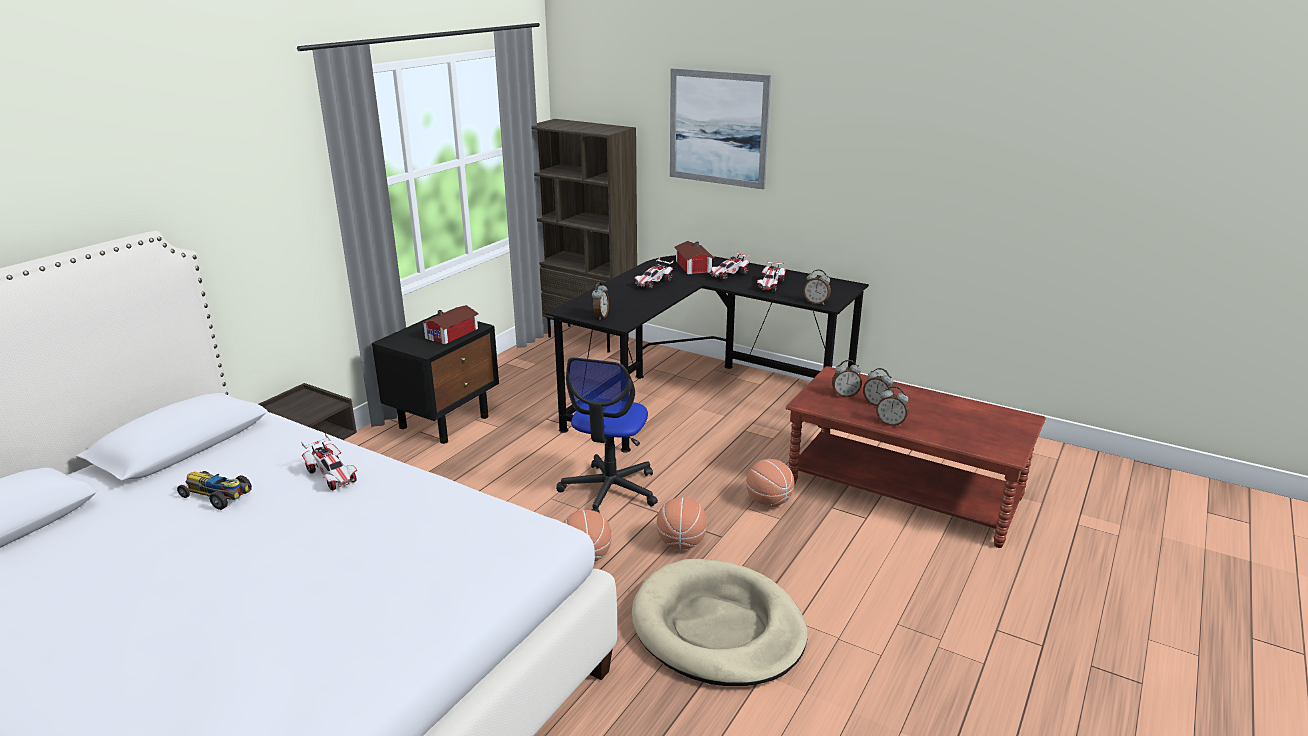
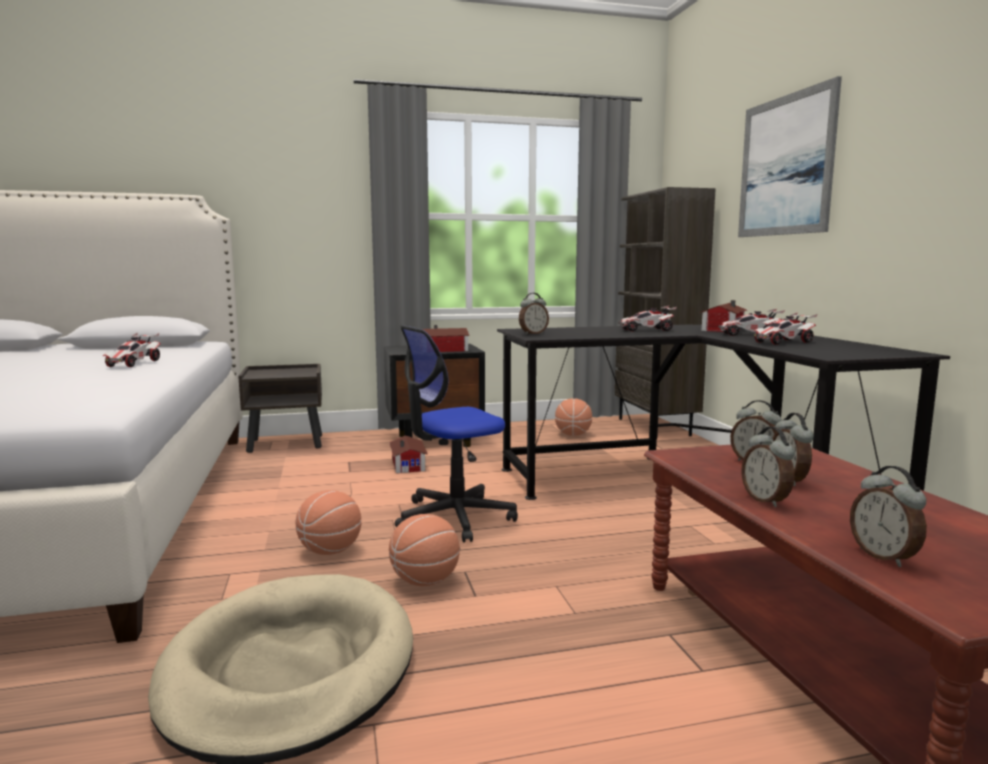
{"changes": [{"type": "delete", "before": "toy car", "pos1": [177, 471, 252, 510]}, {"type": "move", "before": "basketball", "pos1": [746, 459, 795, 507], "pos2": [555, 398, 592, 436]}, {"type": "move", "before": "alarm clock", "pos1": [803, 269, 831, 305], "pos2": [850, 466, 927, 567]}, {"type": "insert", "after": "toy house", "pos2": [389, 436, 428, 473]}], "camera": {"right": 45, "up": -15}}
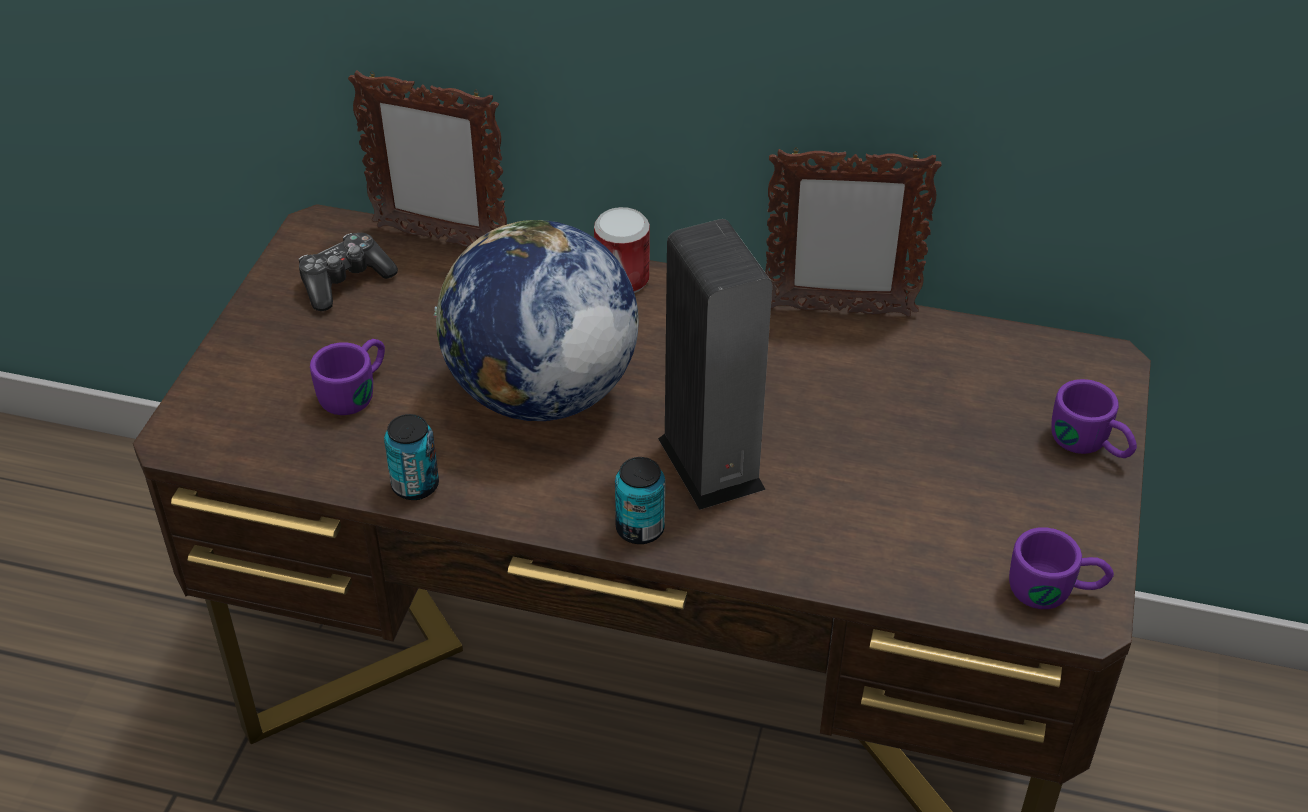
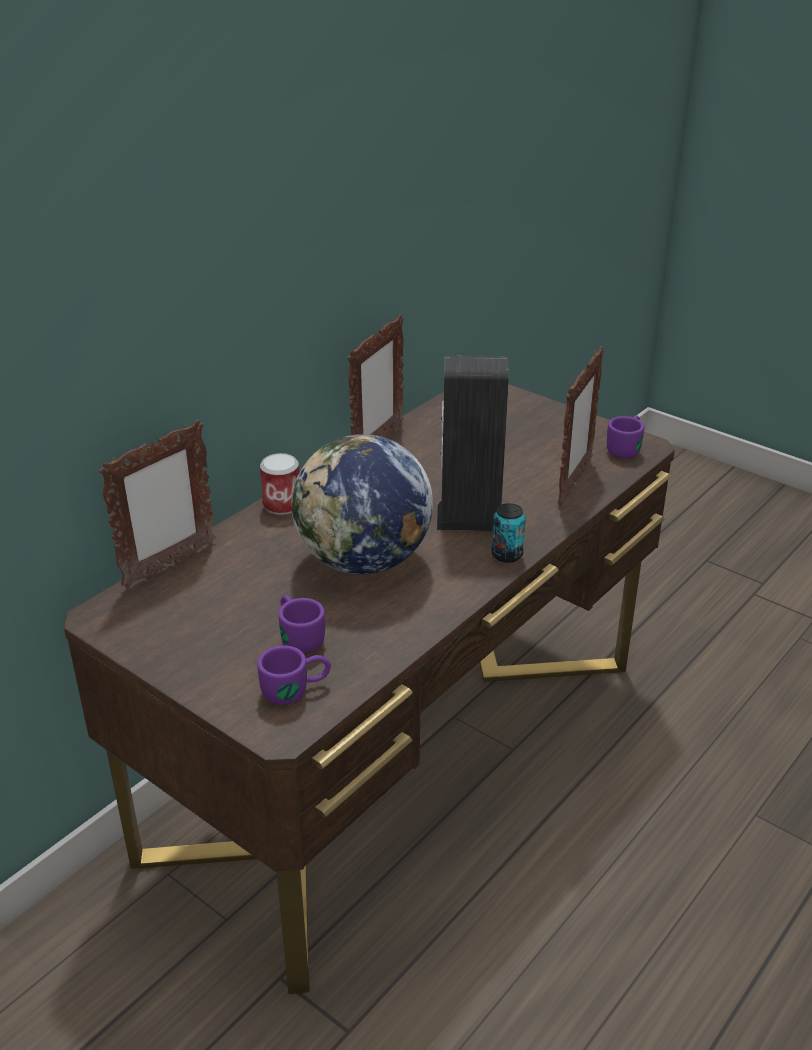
{"changes": [{"type": "delete", "before": "game controller", "pos1": [299, 233, 398, 311]}, {"type": "delete", "before": "can", "pos1": [384, 414, 439, 500]}, {"type": "move", "before": "mug/purple", "pos1": [1052, 379, 1137, 458], "pos2": [257, 645, 331, 705]}, {"type": "insert", "after": "picture frame", "pos2": [558, 346, 604, 506]}], "camera": {"right": -65, "up": -10}}
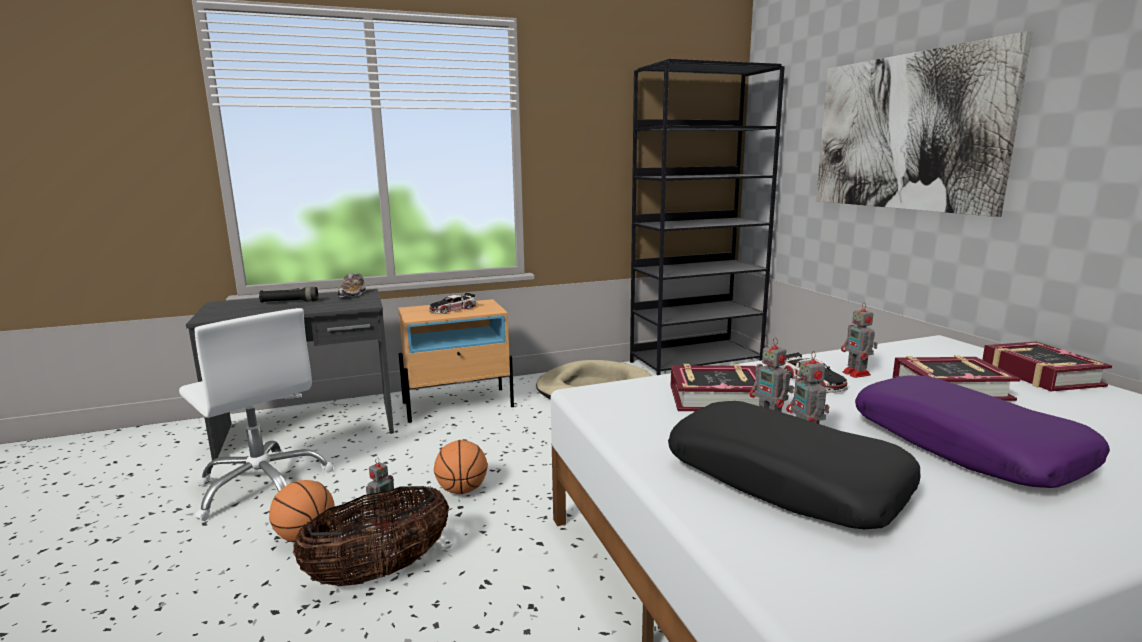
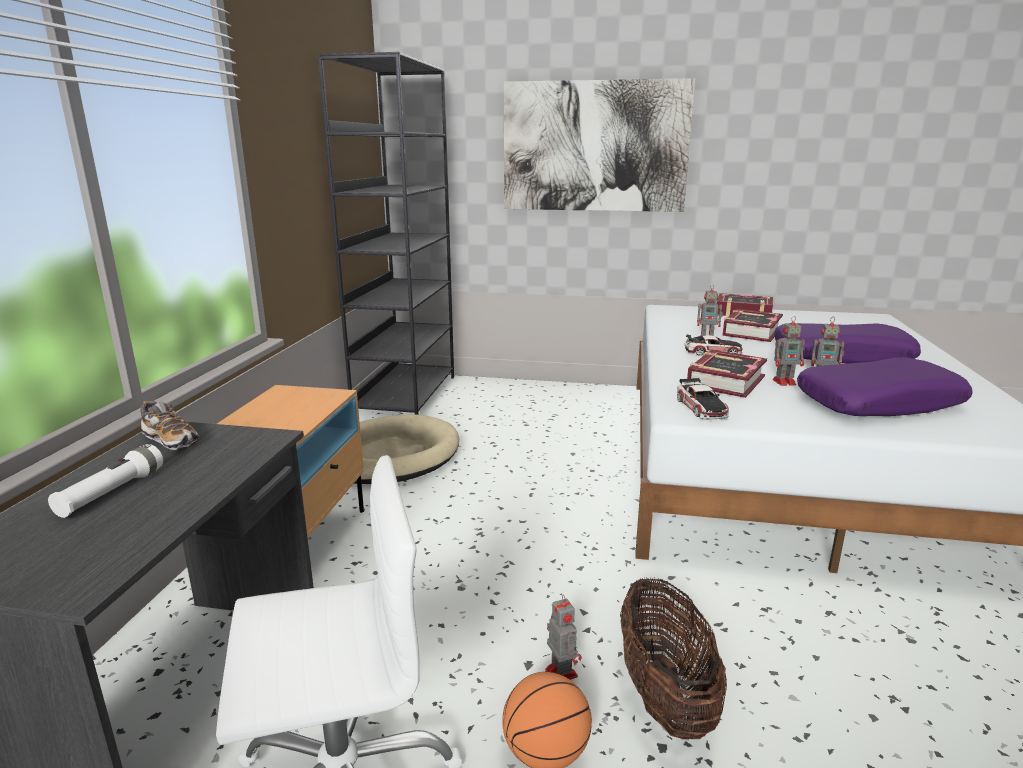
{"changes": [{"type": "recolor", "before": "flashlight/black", "after": "flashlight/white", "pos1": [259, 287, 318, 303], "pos2": [48, 444, 163, 518]}, {"type": "move", "before": "toy car", "pos1": [429, 293, 476, 314], "pos2": [677, 378, 729, 420]}, {"type": "delete", "before": "basketball", "pos1": [434, 440, 488, 494]}, {"type": "recolor", "before": "pillow/black", "after": "pillow/purple", "pos1": [668, 401, 920, 529], "pos2": [797, 357, 972, 416]}], "camera": {"right": -60, "up": 5}}
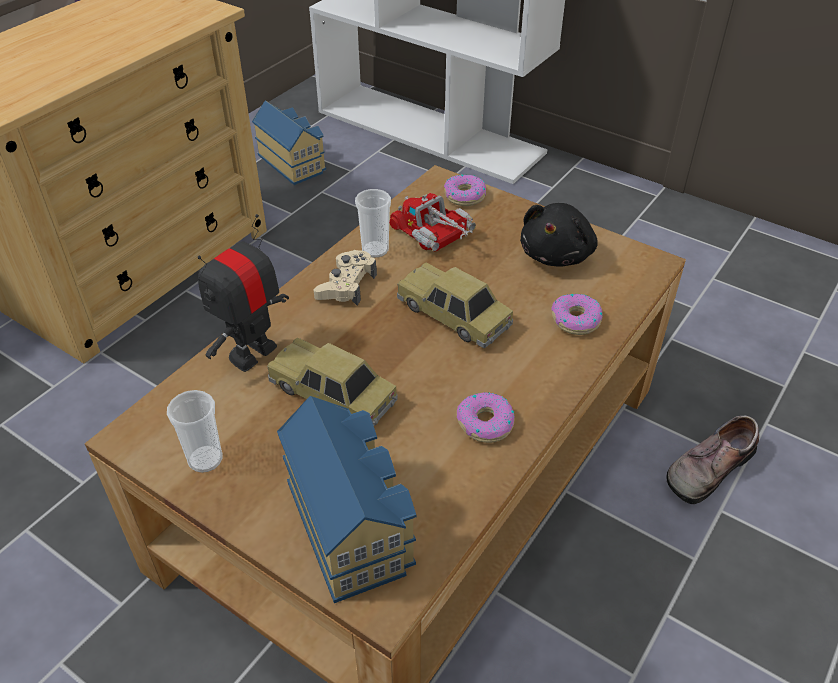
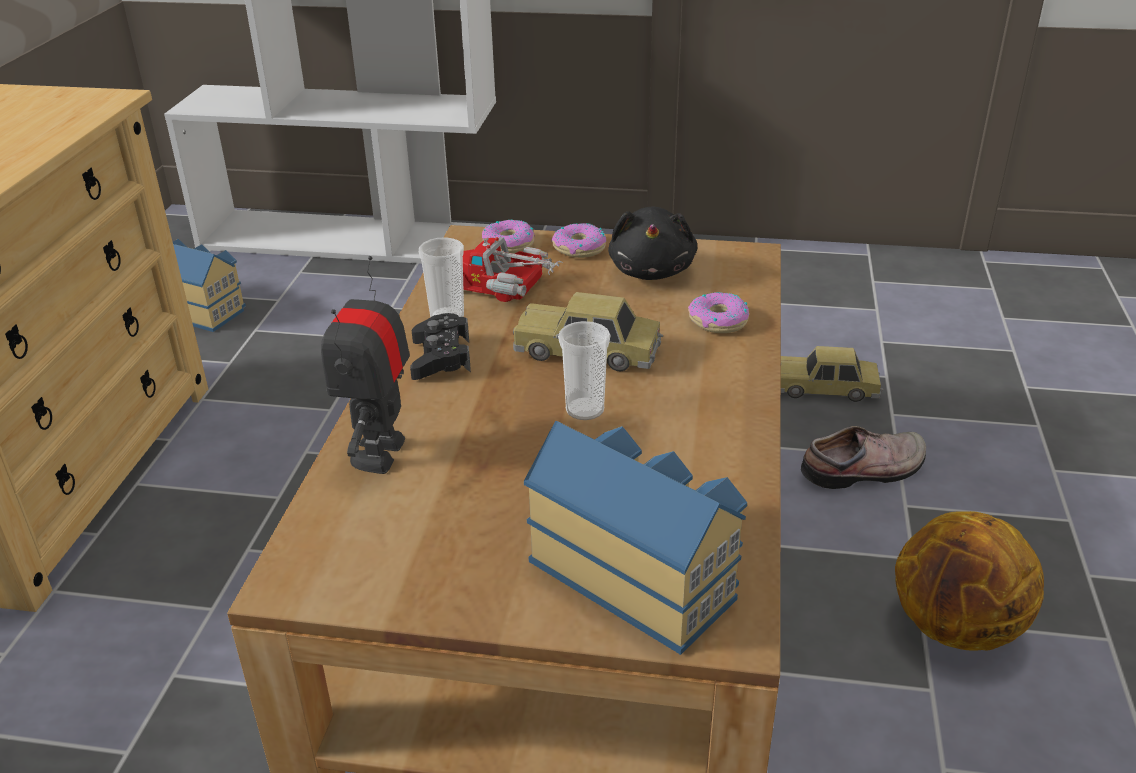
{"changes": [{"type": "move", "before": "cup", "pos1": [167, 390, 223, 473], "pos2": [558, 321, 611, 420]}, {"type": "move", "before": "toy car", "pos1": [267, 338, 398, 425], "pos2": [781, 346, 883, 402]}, {"type": "recolor", "before": "game controller/beige", "after": "game controller/black", "pos1": [314, 250, 377, 306], "pos2": [410, 313, 471, 380]}, {"type": "move", "before": "donut", "pos1": [457, 392, 515, 443], "pos2": [551, 223, 606, 258]}, {"type": "rotate", "before": "shoe", "pos1": [666, 416, 759, 504], "pos2": [801, 426, 926, 489], "turn": -135}, {"type": "insert", "after": "basketball", "pos2": [895, 511, 1044, 651]}], "camera": {"right": -25, "up": -10}}
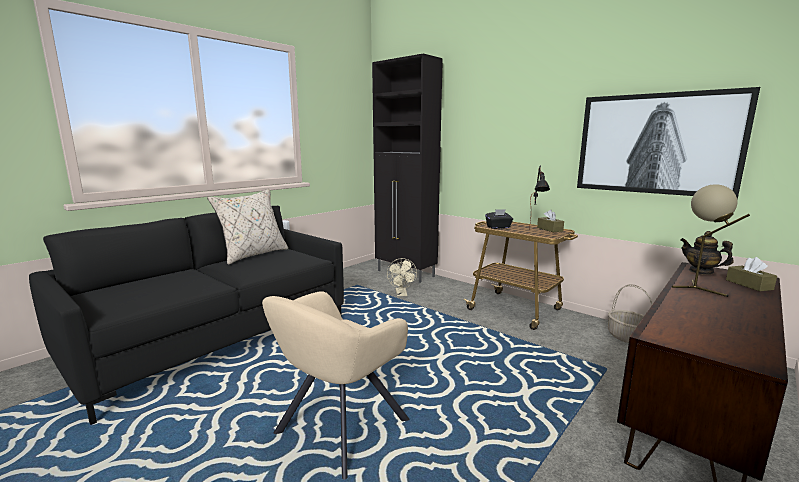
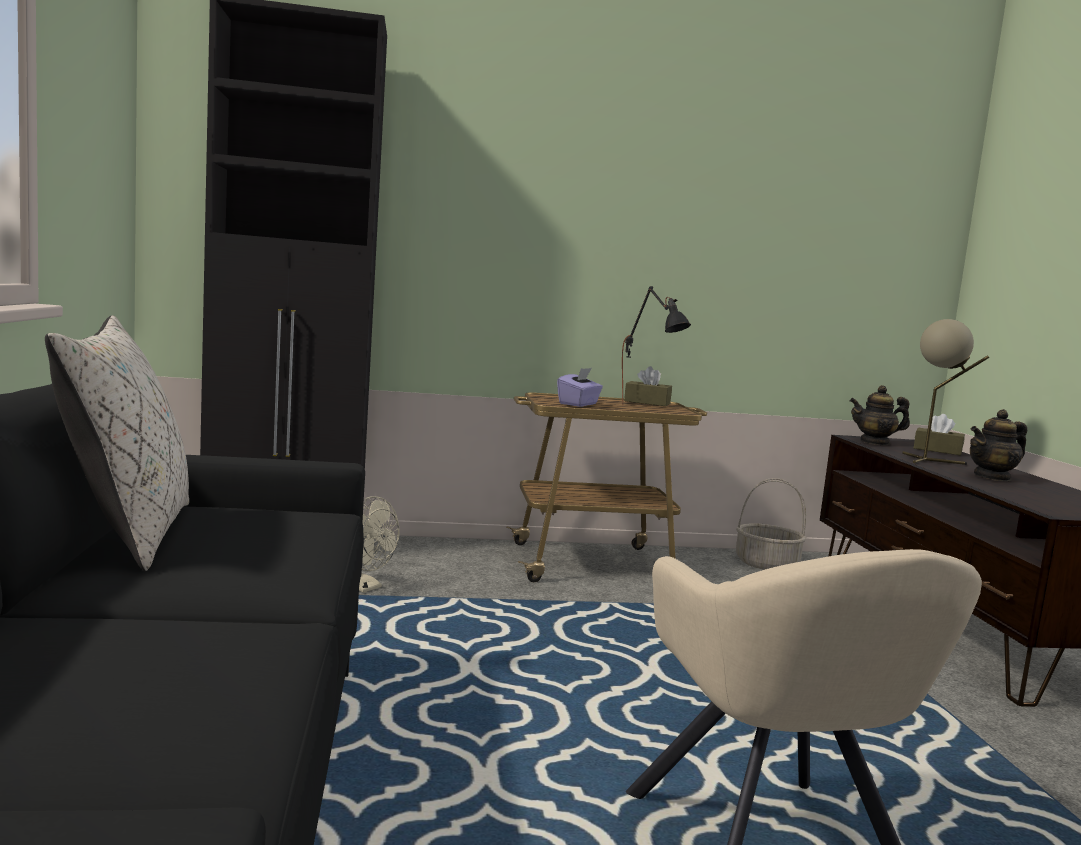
{"changes": [{"type": "recolor", "before": "tissue box/black", "after": "tissue box/purple", "pos1": [485, 209, 513, 229], "pos2": [557, 368, 603, 407]}, {"type": "delete", "before": "picture", "pos1": [577, 87, 760, 199]}, {"type": "insert", "after": "teapot", "pos2": [970, 409, 1027, 481]}], "camera": {"right": -50, "up": -5}}
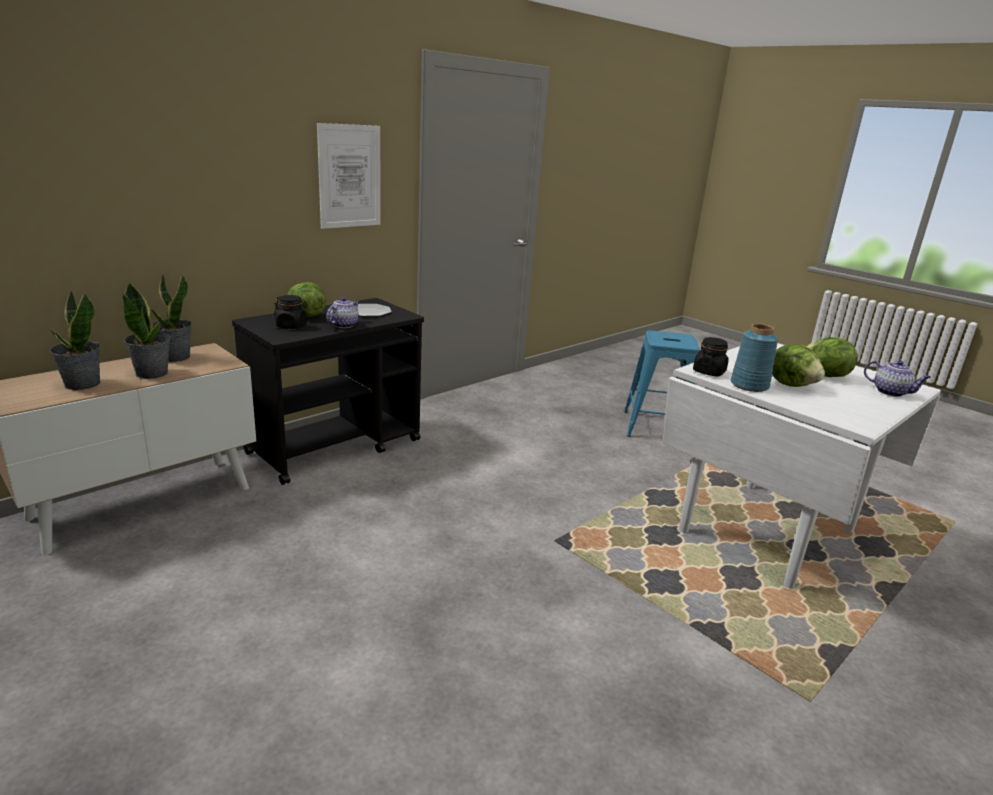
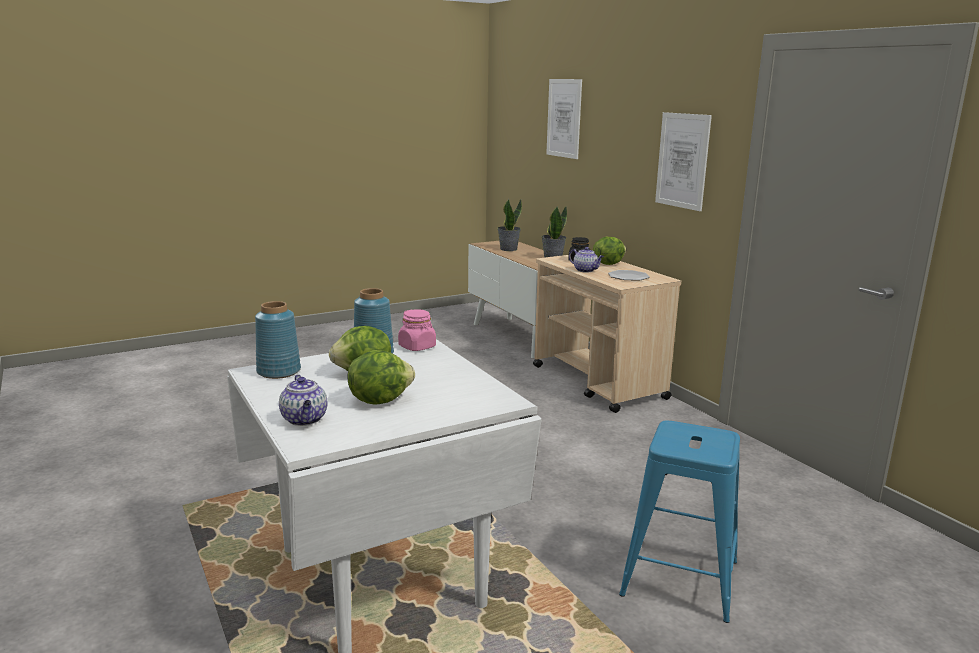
{"changes": [{"type": "delete", "before": "potted plant", "pos1": [122, 283, 170, 379]}, {"type": "recolor", "before": "cart/black", "after": "cart/beige", "pos1": [232, 298, 424, 485], "pos2": [533, 255, 681, 413]}, {"type": "recolor", "before": "jar/black", "after": "jar/pink", "pos1": [693, 337, 729, 376], "pos2": [398, 309, 436, 351]}, {"type": "rotate", "before": "teapot", "pos1": [864, 360, 931, 397], "pos2": [279, 375, 328, 426], "turn": -75}, {"type": "insert", "after": "vase/blue", "pos2": [255, 301, 301, 379]}, {"type": "insert", "after": "picture", "pos2": [546, 79, 582, 159]}], "camera": {"right": 105, "up": -5}}
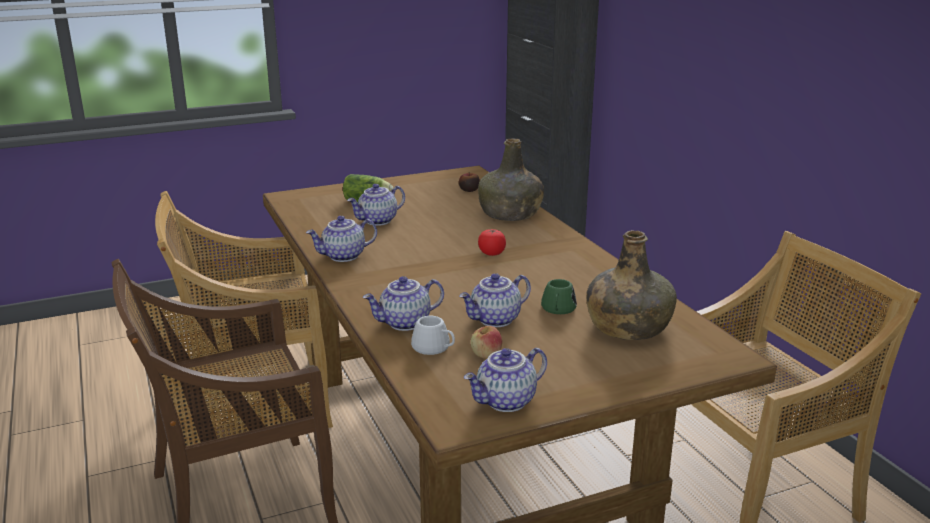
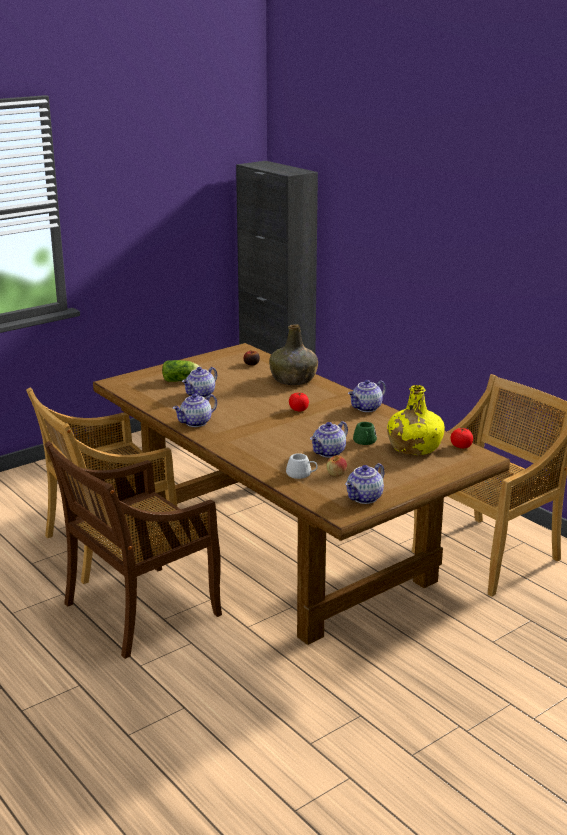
{"changes": [{"type": "move", "before": "teapot", "pos1": [363, 276, 444, 331], "pos2": [348, 380, 386, 412]}, {"type": "recolor", "before": "bottle/green", "after": "bottle/yellow", "pos1": [586, 230, 677, 340], "pos2": [387, 385, 445, 455]}, {"type": "insert", "after": "tomato", "pos2": [451, 428, 473, 448]}], "camera": {"right": -15, "up": 0}}
